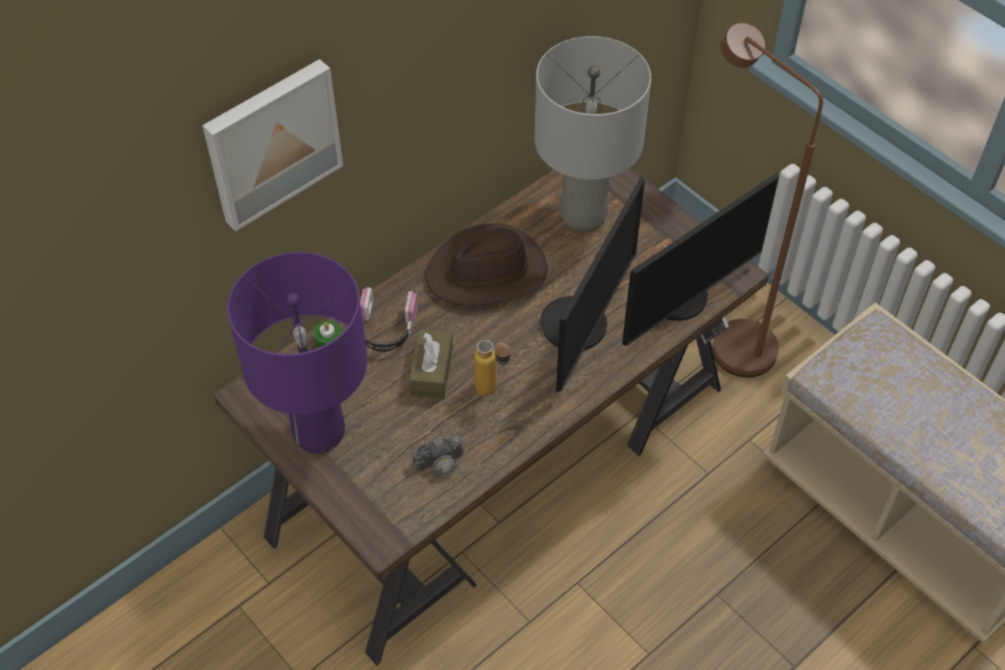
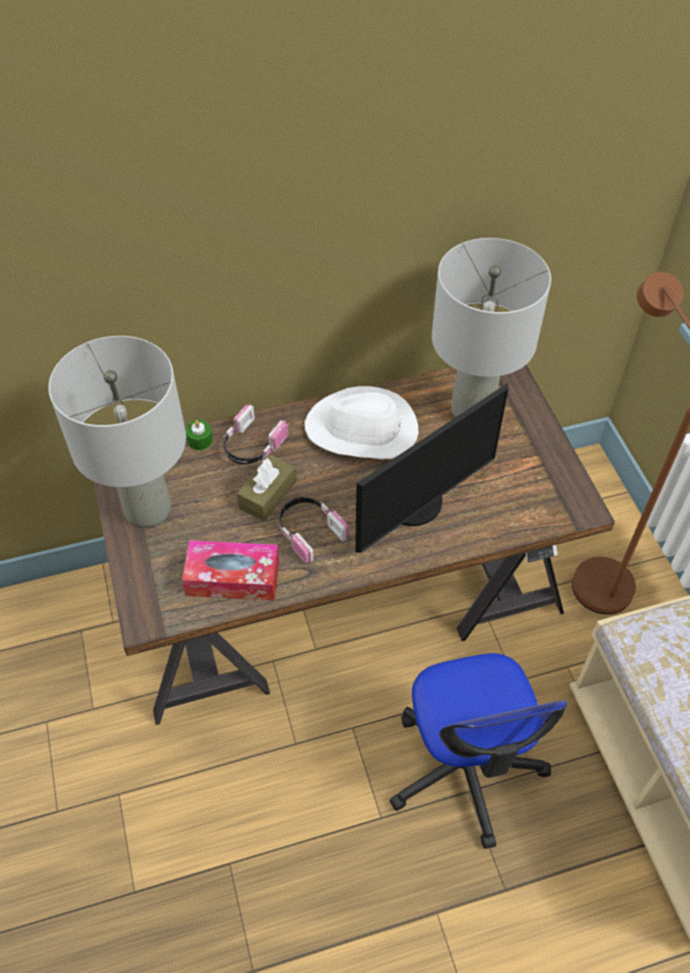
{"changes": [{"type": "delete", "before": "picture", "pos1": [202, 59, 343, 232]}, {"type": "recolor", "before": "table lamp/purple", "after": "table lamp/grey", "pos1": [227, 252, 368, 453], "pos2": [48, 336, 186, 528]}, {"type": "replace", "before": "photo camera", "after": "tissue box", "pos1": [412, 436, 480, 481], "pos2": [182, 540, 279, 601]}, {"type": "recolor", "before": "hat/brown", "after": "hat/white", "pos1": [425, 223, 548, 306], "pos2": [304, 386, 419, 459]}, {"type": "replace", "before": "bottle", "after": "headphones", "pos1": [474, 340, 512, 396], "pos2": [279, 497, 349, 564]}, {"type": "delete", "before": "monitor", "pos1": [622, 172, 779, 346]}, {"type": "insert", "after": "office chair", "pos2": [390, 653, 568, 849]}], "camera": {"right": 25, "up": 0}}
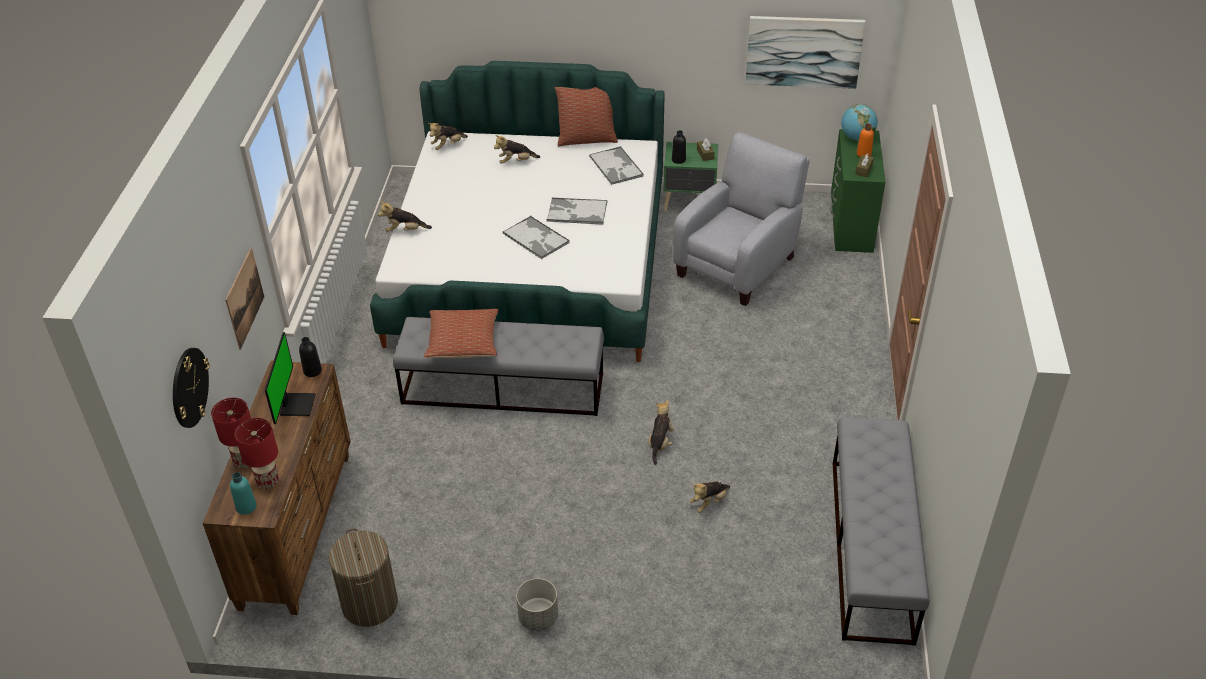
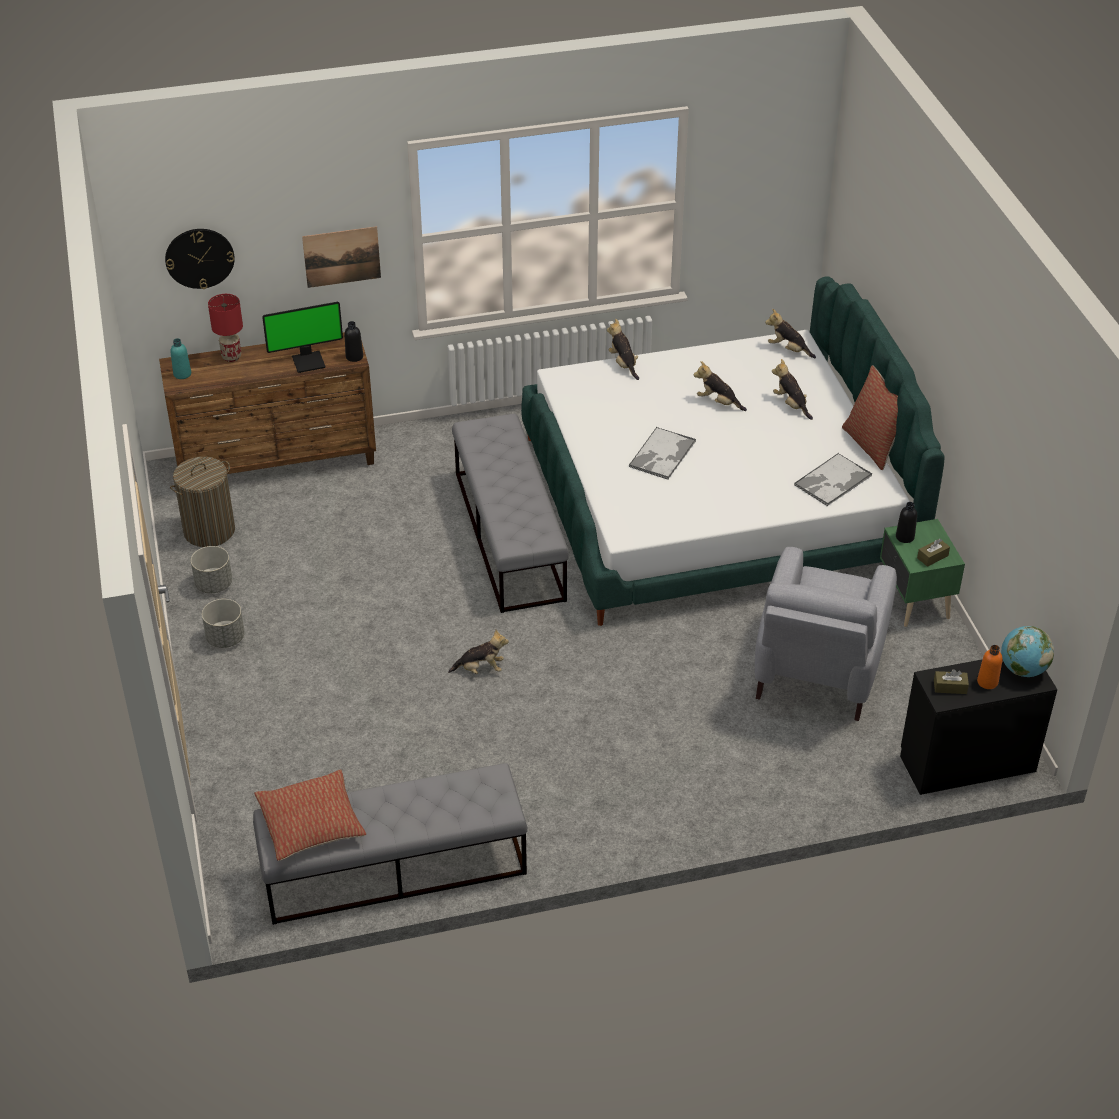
{"changes": [{"type": "delete", "before": "table lamp/red", "pos1": [235, 418, 279, 490]}, {"type": "move", "before": "pillow", "pos1": [424, 309, 498, 358], "pos2": [254, 770, 366, 861]}, {"type": "delete", "before": "tray", "pos1": [547, 198, 607, 225]}, {"type": "rotate", "before": "armchair/grey", "pos1": [673, 132, 810, 306], "pos2": [755, 547, 897, 721], "turn": 90}, {"type": "move", "before": "plush toy", "pos1": [689, 481, 730, 513], "pos2": [693, 361, 747, 411]}, {"type": "delete", "before": "picture", "pos1": [745, 16, 865, 89]}, {"type": "recolor", "before": "dresser/green", "after": "dresser/black", "pos1": [830, 129, 885, 253], "pos2": [900, 659, 1057, 795]}, {"type": "insert", "after": "planter/grey", "pos2": [191, 546, 232, 593]}], "camera": {"right": 70, "up": 0}}
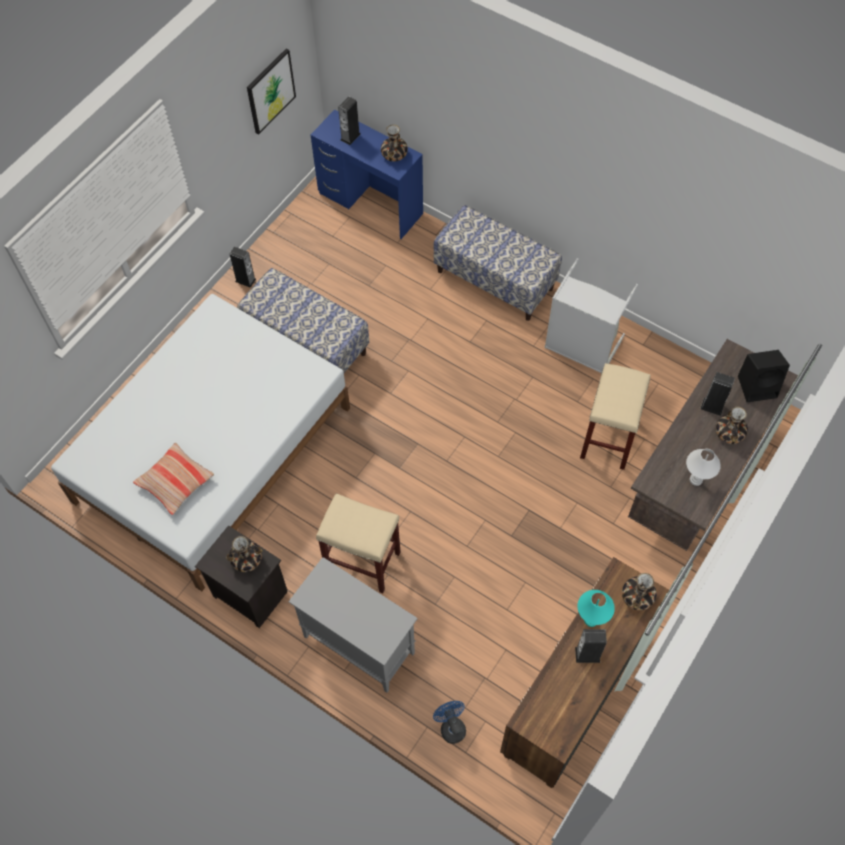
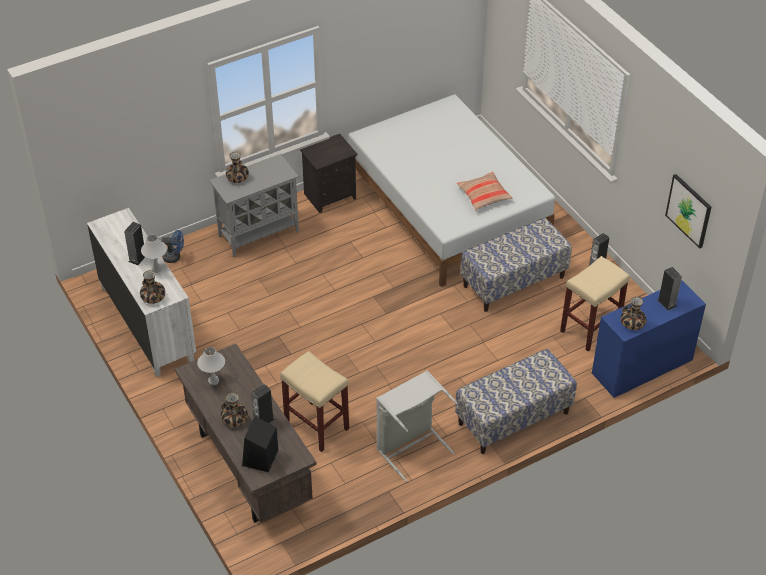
{"changes": [{"type": "move", "before": "pillow", "pos1": [133, 443, 214, 515], "pos2": [457, 172, 513, 210]}, {"type": "move", "before": "vase", "pos1": [226, 536, 262, 572], "pos2": [226, 152, 249, 183]}, {"type": "move", "before": "stool/beige", "pos1": [316, 493, 401, 593], "pos2": [560, 256, 630, 352]}, {"type": "recolor", "before": "dresser/brown", "after": "dresser/white", "pos1": [500, 557, 669, 788], "pos2": [87, 208, 196, 377]}, {"type": "recolor", "before": "table lamp/turquoise", "after": "table lamp/white", "pos1": [577, 590, 615, 627], "pos2": [141, 235, 167, 273]}], "camera": {"right": 115, "up": -15}}
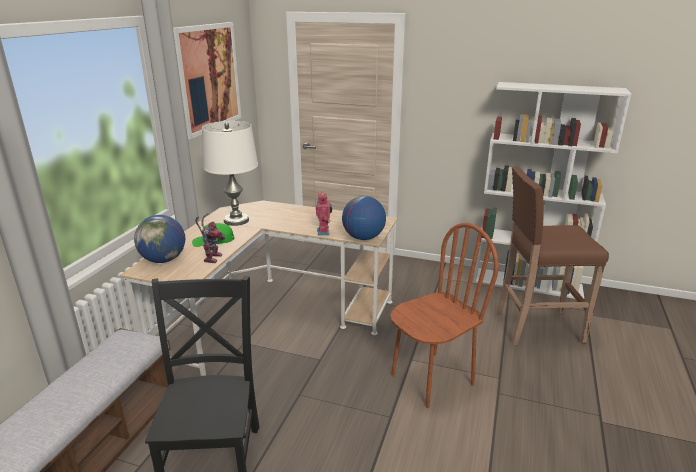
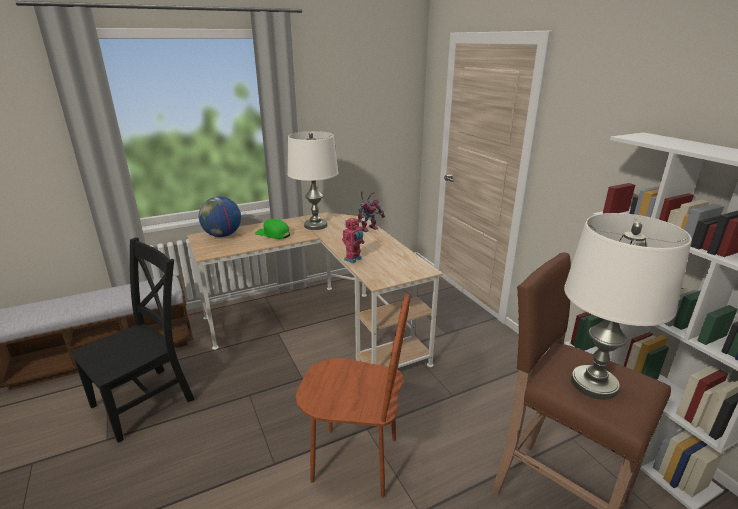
{"changes": [{"type": "delete", "before": "picture", "pos1": [173, 22, 241, 139]}, {"type": "move", "before": "toy robot", "pos1": [195, 213, 225, 263], "pos2": [358, 191, 385, 232]}, {"type": "delete", "before": "globe", "pos1": [342, 196, 386, 240]}, {"type": "insert", "after": "table lamp/white", "pos2": [564, 213, 692, 400]}], "camera": {"right": 45, "up": 0}}
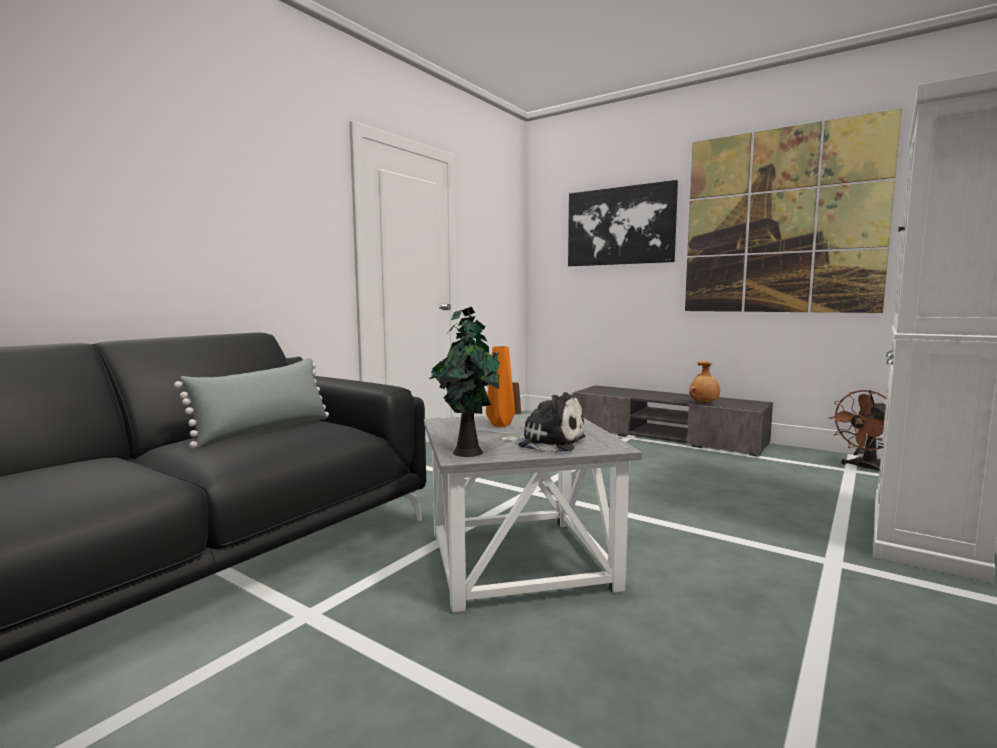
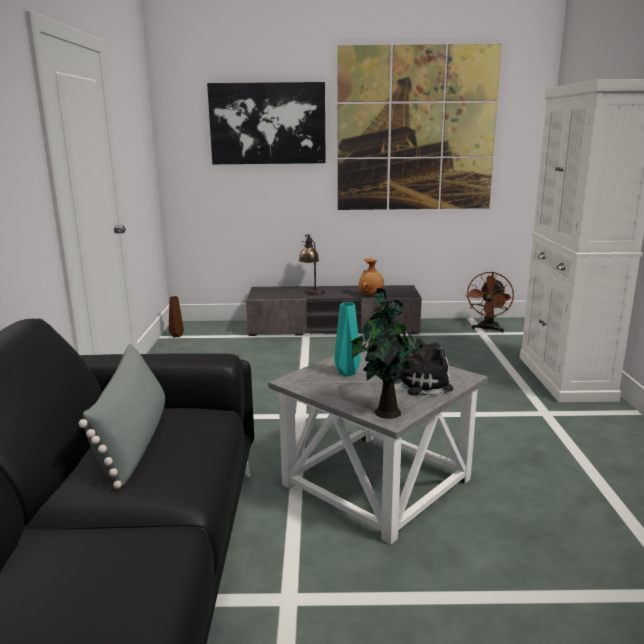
{"changes": [{"type": "recolor", "before": "vase/orange", "after": "vase/turquoise", "pos1": [486, 346, 515, 427], "pos2": [334, 302, 361, 376]}, {"type": "insert", "after": "table lamp", "pos2": [299, 234, 325, 296]}], "camera": {"right": -35, "up": 10}}
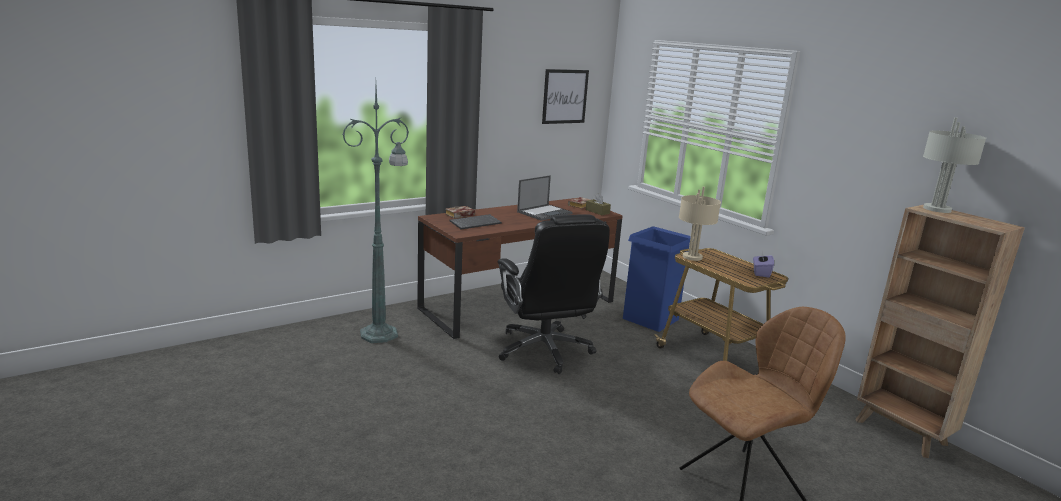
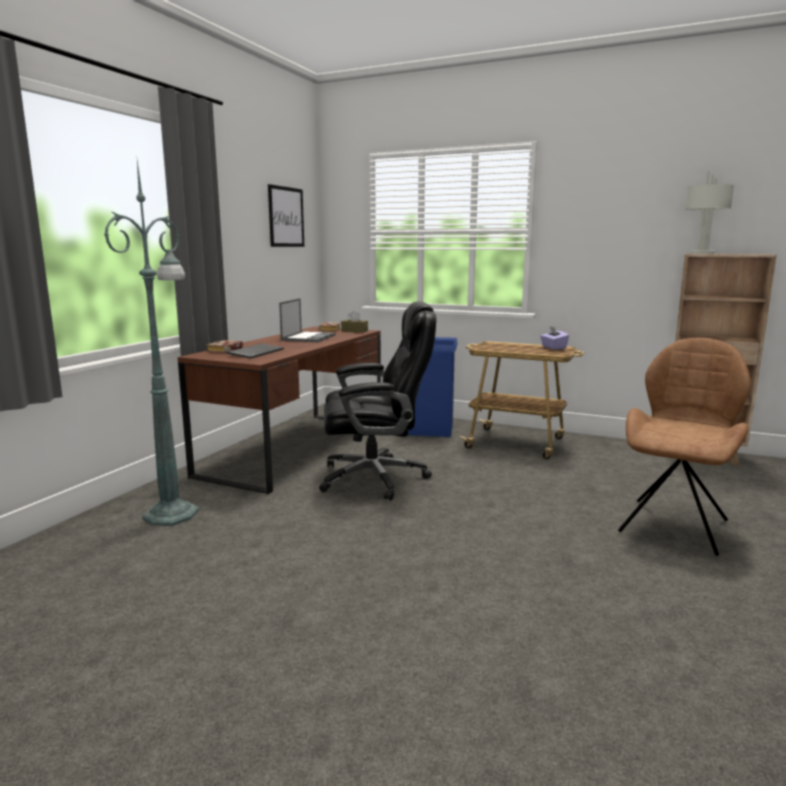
{"changes": [{"type": "rotate", "before": "office chair/black", "pos1": [498, 214, 610, 374], "pos2": [319, 301, 437, 500], "turn": -45}, {"type": "delete", "before": "table lamp/beige", "pos1": [679, 187, 721, 261]}], "camera": {"right": -30, "up": -5}}
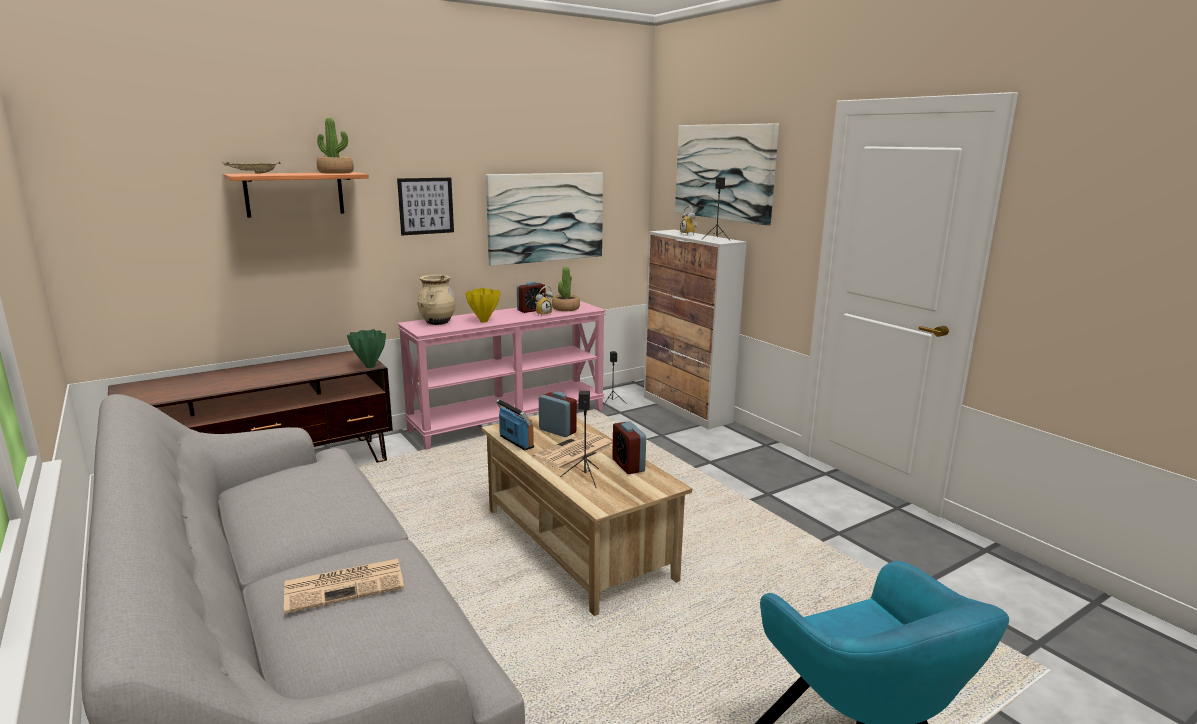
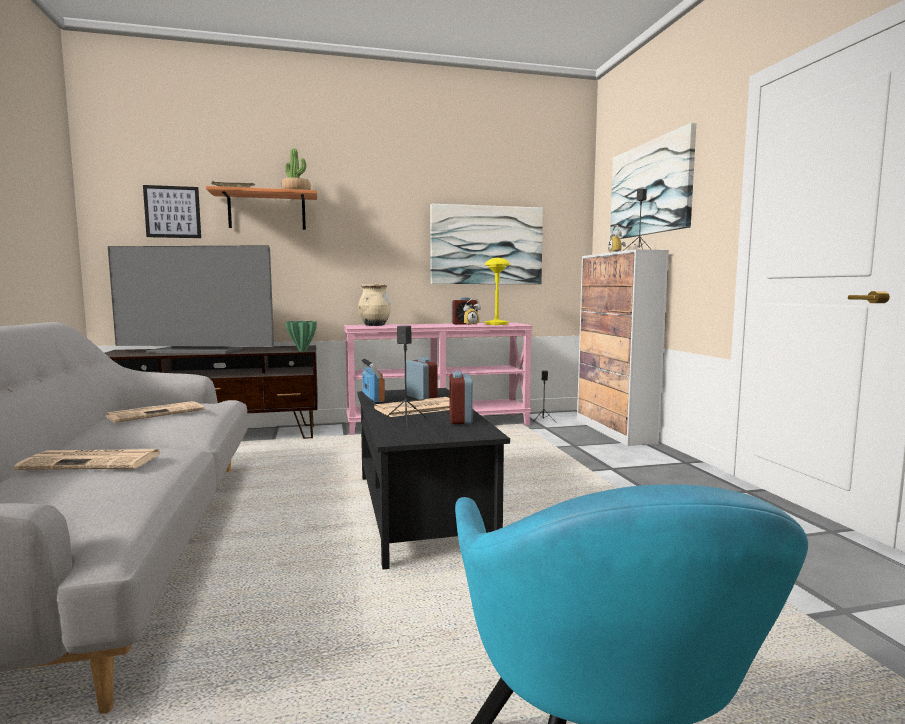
{"changes": [{"type": "move", "before": "picture", "pos1": [397, 178, 454, 235], "pos2": [143, 185, 201, 238]}, {"type": "delete", "before": "vase/yellow", "pos1": [466, 288, 500, 322]}, {"type": "recolor", "before": "coffee table/beige", "after": "coffee table/black", "pos1": [482, 415, 692, 616], "pos2": [357, 388, 510, 570]}, {"type": "replace", "before": "potted plant", "after": "table lamp/yellow", "pos1": [552, 267, 580, 311], "pos2": [485, 258, 510, 325]}, {"type": "insert", "after": "newspaper", "pos2": [106, 401, 204, 423]}, {"type": "insert", "after": "television", "pos2": [108, 245, 274, 354]}], "camera": {"right": 20, "up": -10}}
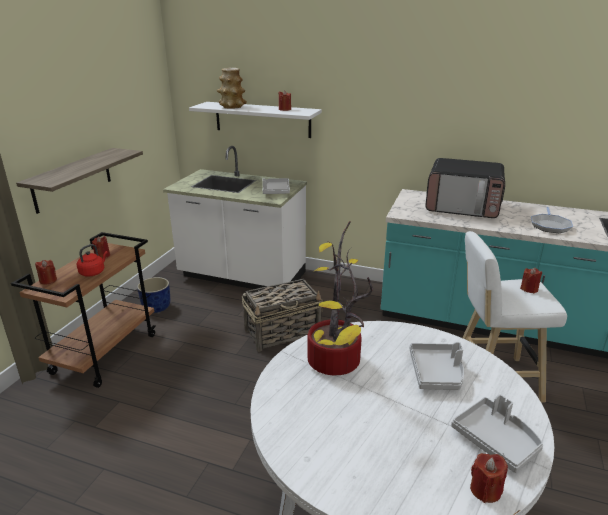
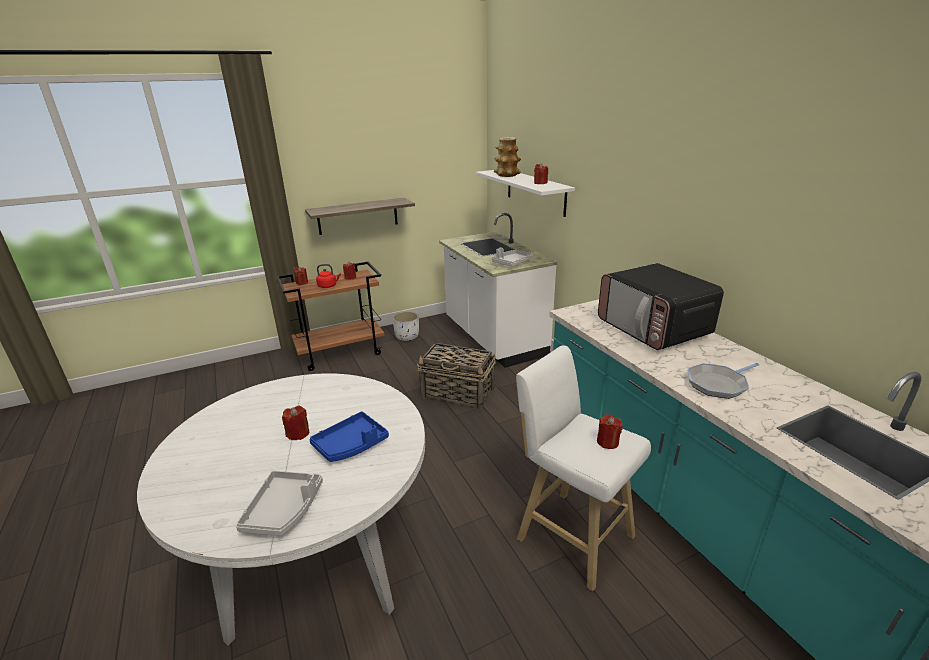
{"changes": [{"type": "recolor", "before": "planter/blue", "after": "planter/white", "pos1": [137, 277, 170, 313], "pos2": [393, 311, 419, 341]}, {"type": "delete", "before": "potted plant", "pos1": [308, 221, 373, 375]}, {"type": "recolor", "before": "tray/grey", "after": "tray/blue", "pos1": [410, 342, 464, 390], "pos2": [309, 411, 389, 462]}, {"type": "move", "before": "candle/red", "pos1": [470, 453, 508, 503], "pos2": [282, 406, 309, 440]}], "camera": {"right": 45, "up": 0}}
